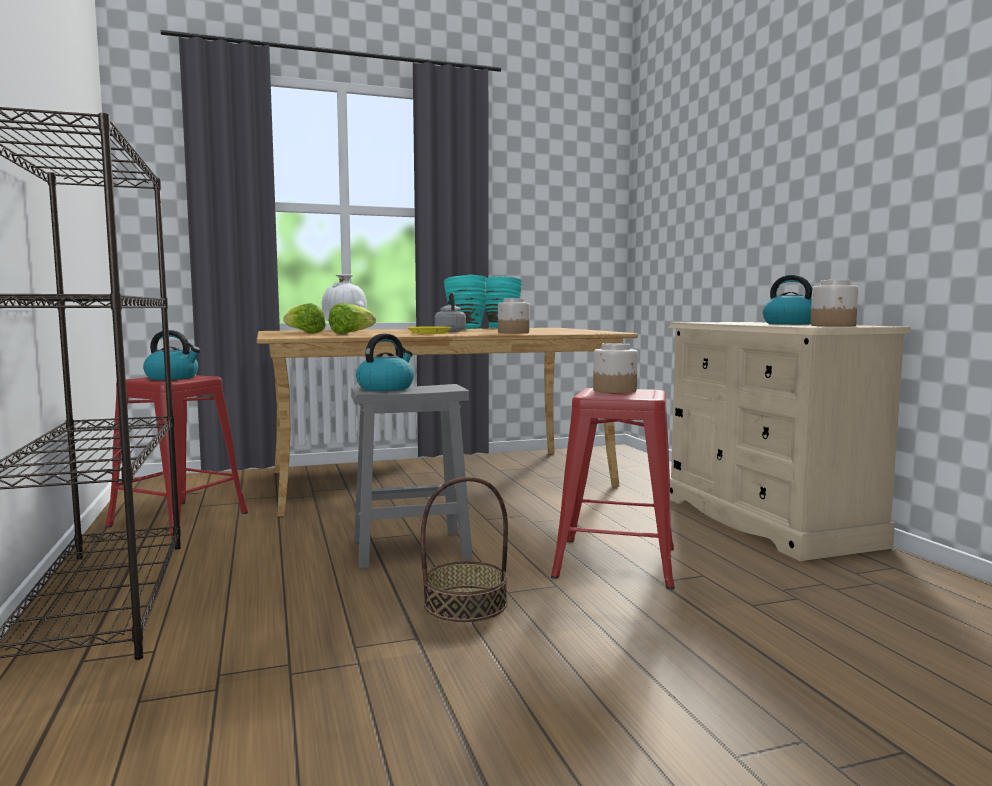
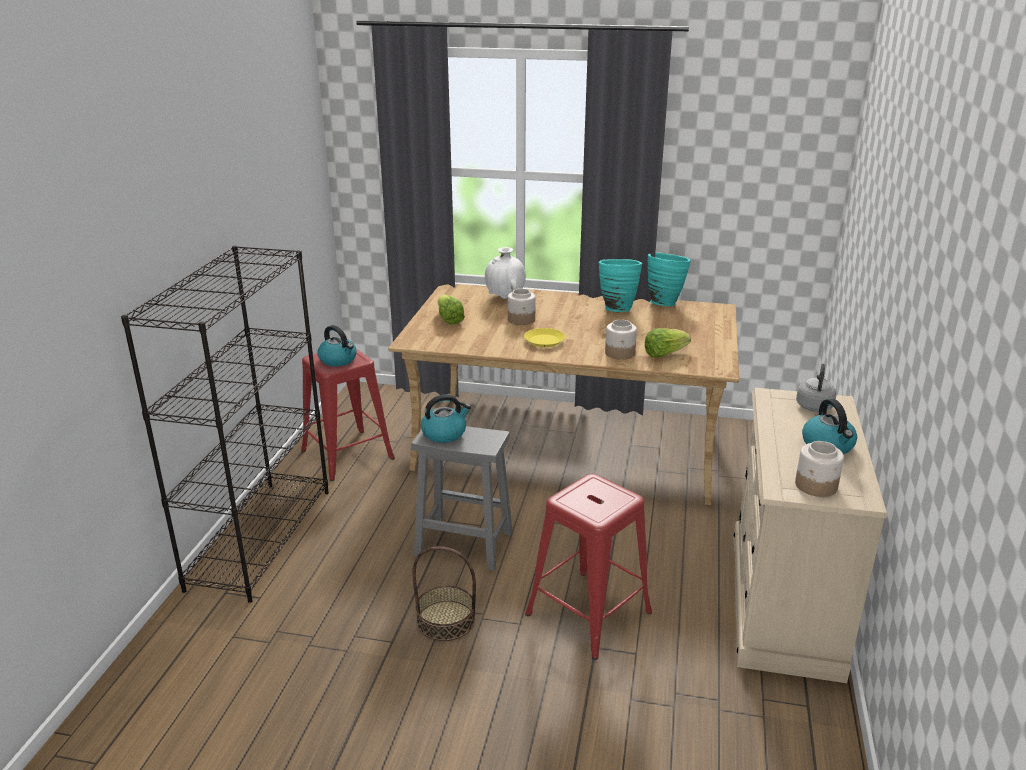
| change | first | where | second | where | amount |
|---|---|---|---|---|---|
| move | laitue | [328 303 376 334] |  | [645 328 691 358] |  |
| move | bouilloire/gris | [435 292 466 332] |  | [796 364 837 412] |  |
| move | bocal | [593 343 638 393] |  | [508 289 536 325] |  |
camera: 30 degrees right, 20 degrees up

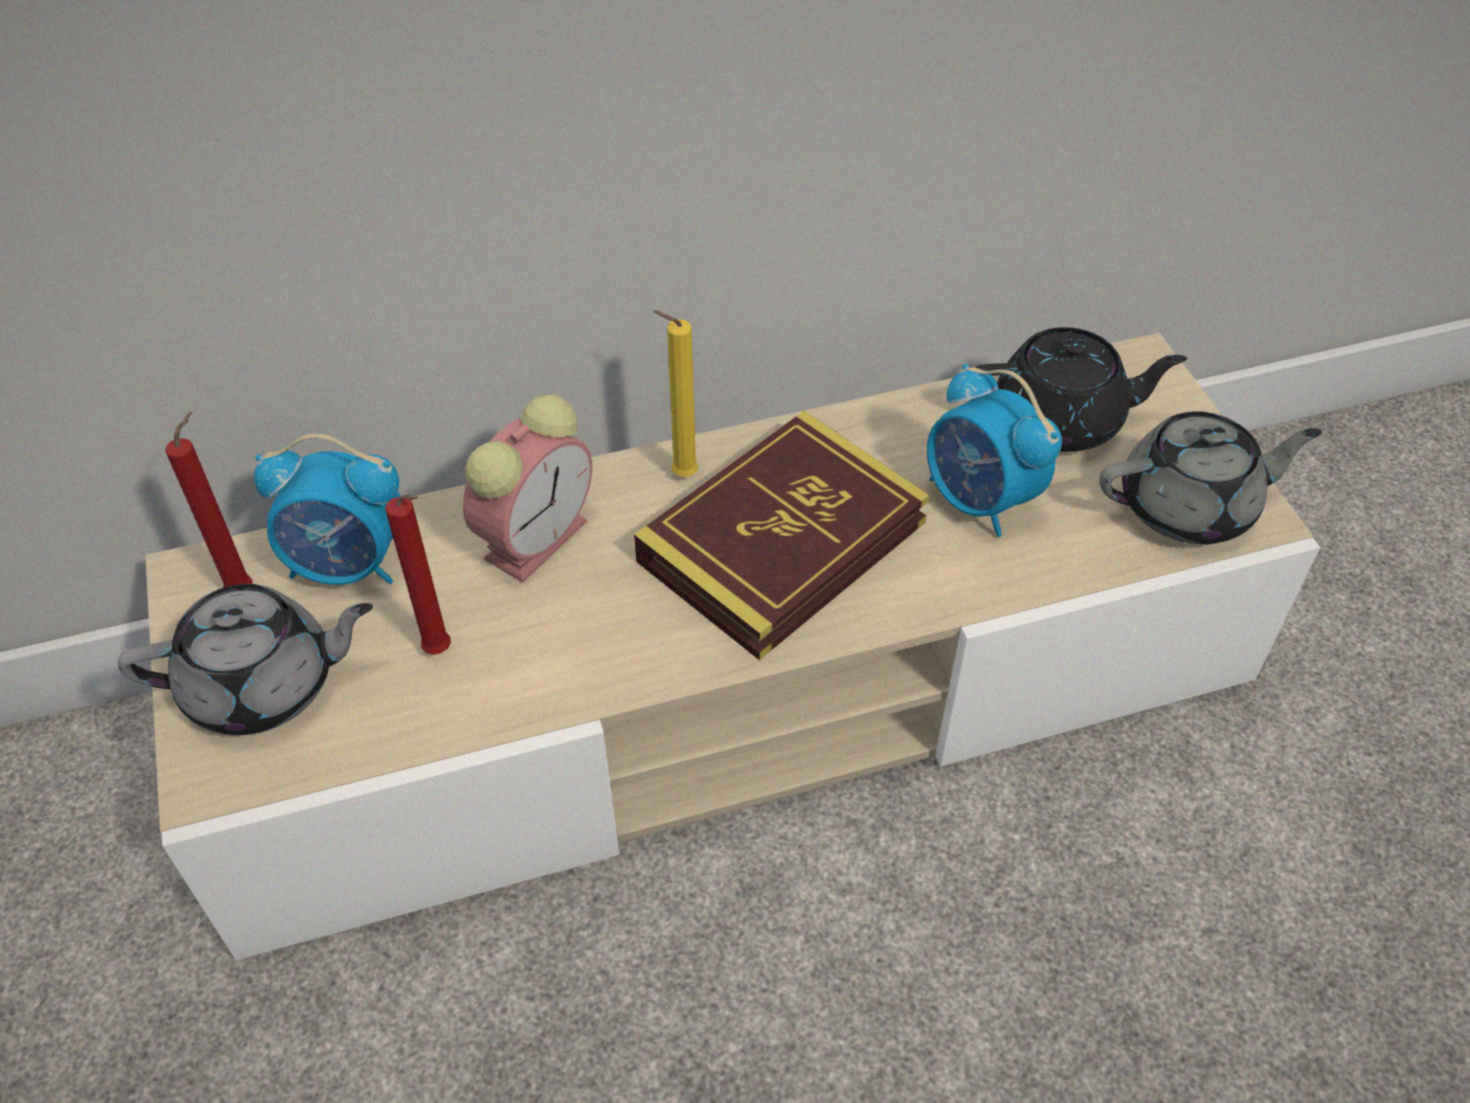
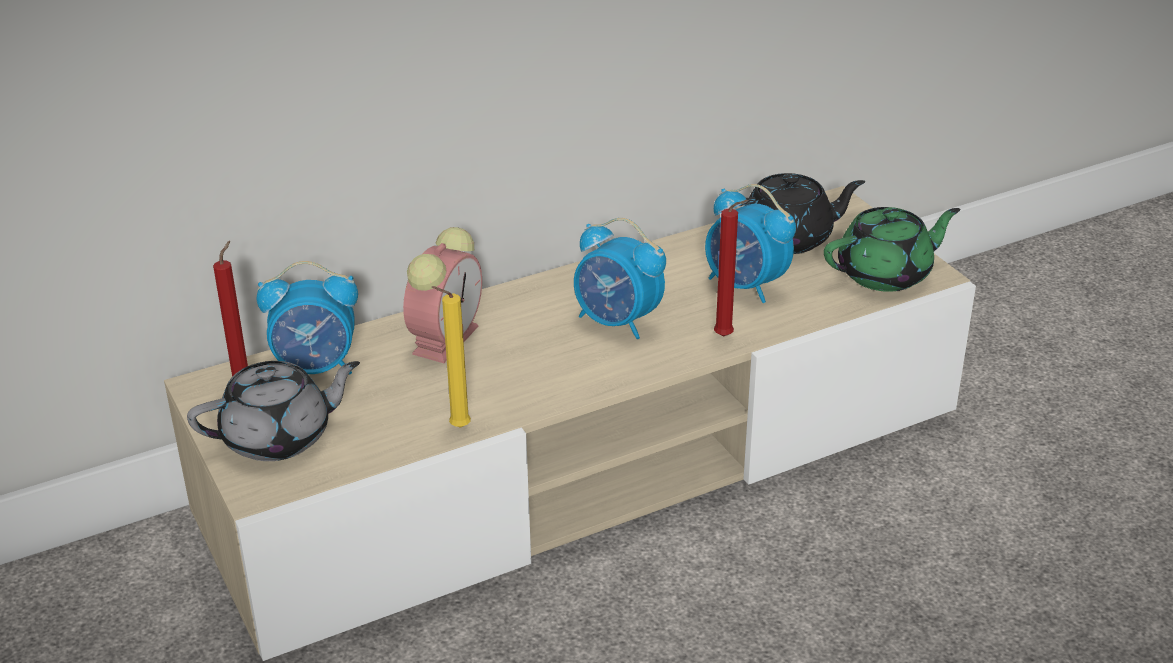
| change | first | where | second | where | amount |
|---|---|---|---|---|---|
| move | bougie/rouge | [385 494 451 655] |  | [714 200 748 337] |  |
| replace | livre | [634 411 930 660] | réveil | [574 218 666 339] |  |
| move | bougie/jaune | [653 310 698 477] |  | [432 286 471 428] |  |
| recolor | théière/gris | [1099 411 1322 544] | théière/vert | [824 207 961 292] |  |
camera: 10 degrees left, 15 degrees down

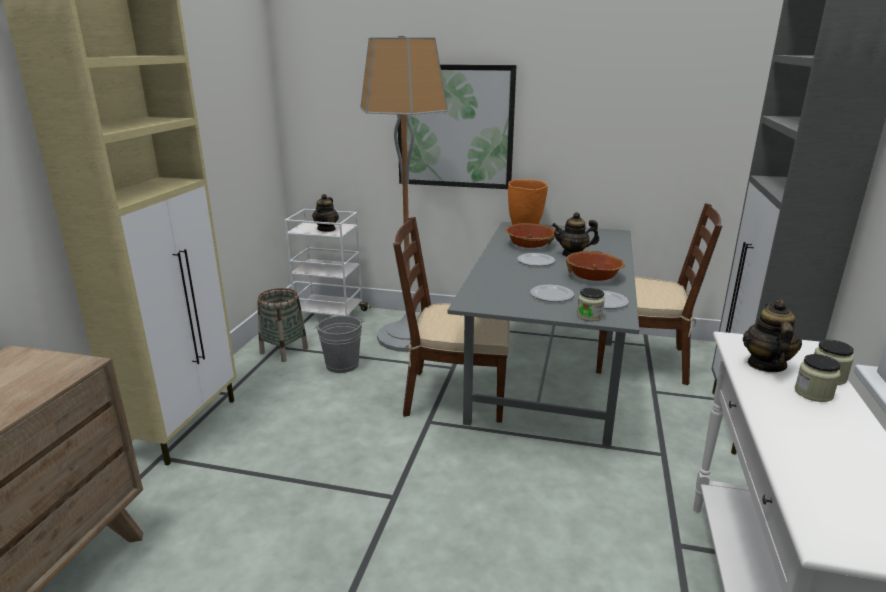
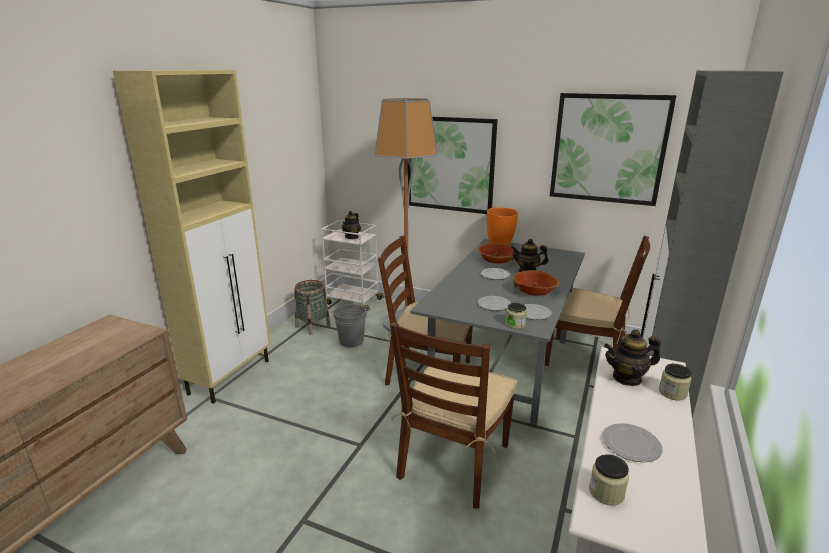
| change | first | where | second | where | amount |
|---|---|---|---|---|---|
| rotate | théière | [743 300 802 372] |  | [604 329 661 386] | 120 degrees counterclockwise |
| move | bocal | [795 354 841 402] |  | [589 454 629 505] |  |
| insert |  |  | chaise/marron | [390 322 517 509] |  |
| insert |  |  | tableau | [550 93 676 206] |  |
| insert |  |  | assiette | [603 423 663 462] |  |
camera: 10 degrees right, 0 degrees up

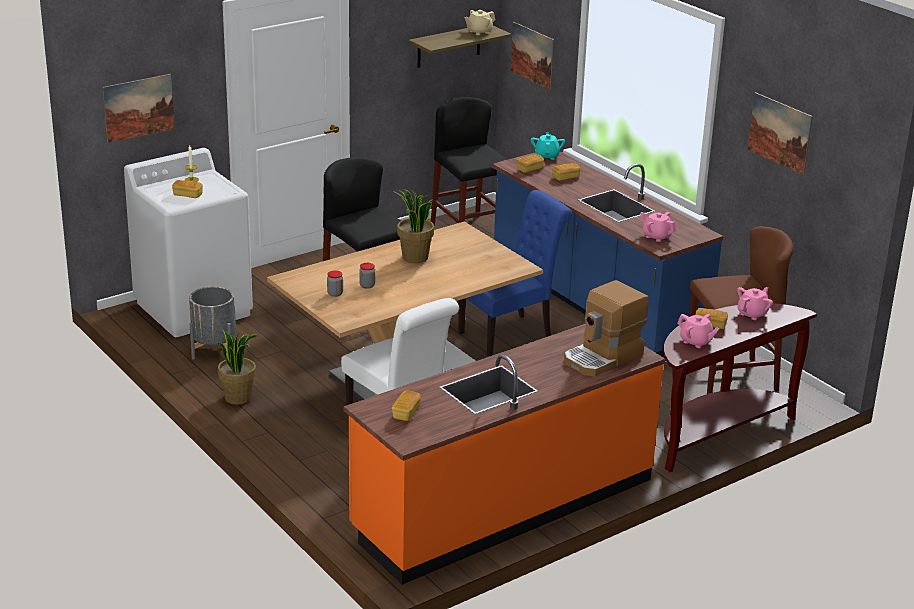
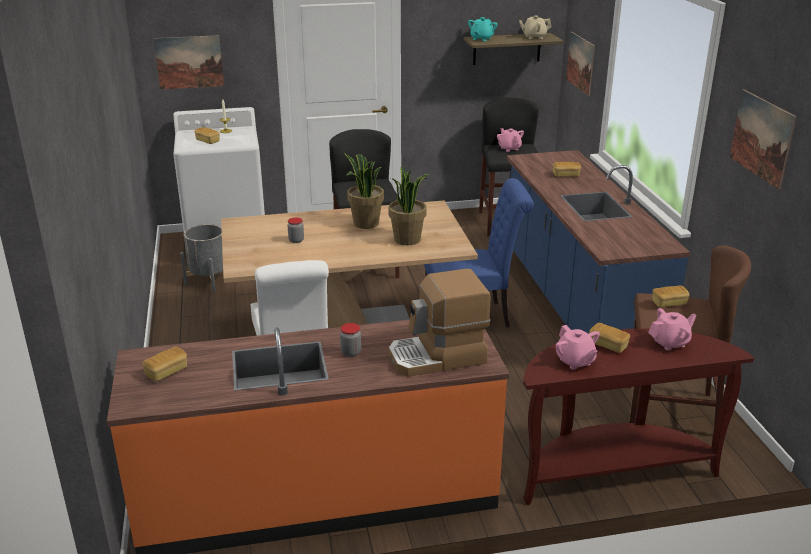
| change | first | where | second | where | amount |
|---|---|---|---|---|---|
| move | plante en pot | [218 329 259 405] |  | [388 167 429 245] |  |
| move | bocal | [327 270 343 297] |  | [340 323 361 357] |  |
| move | pain | [517 154 544 173] |  | [652 285 689 308] |  |
| move | théière/turquoise | [531 132 565 160] |  | [468 17 498 41] |  |
| move | théière/rose | [640 212 676 242] |  | [497 128 524 152] |  |
camera: 25 degrees right, 0 degrees up

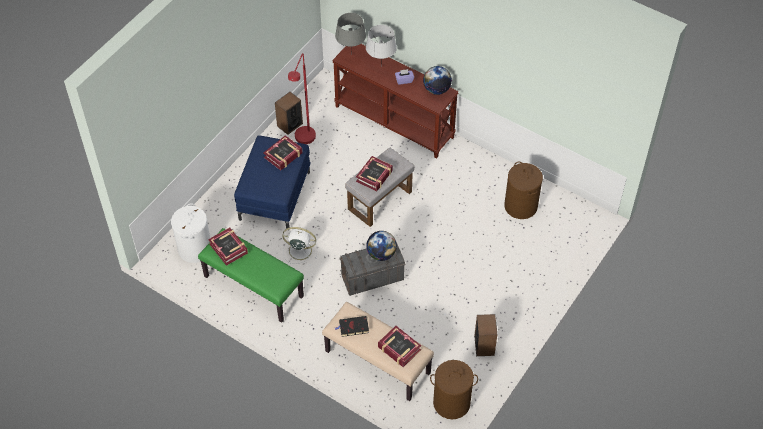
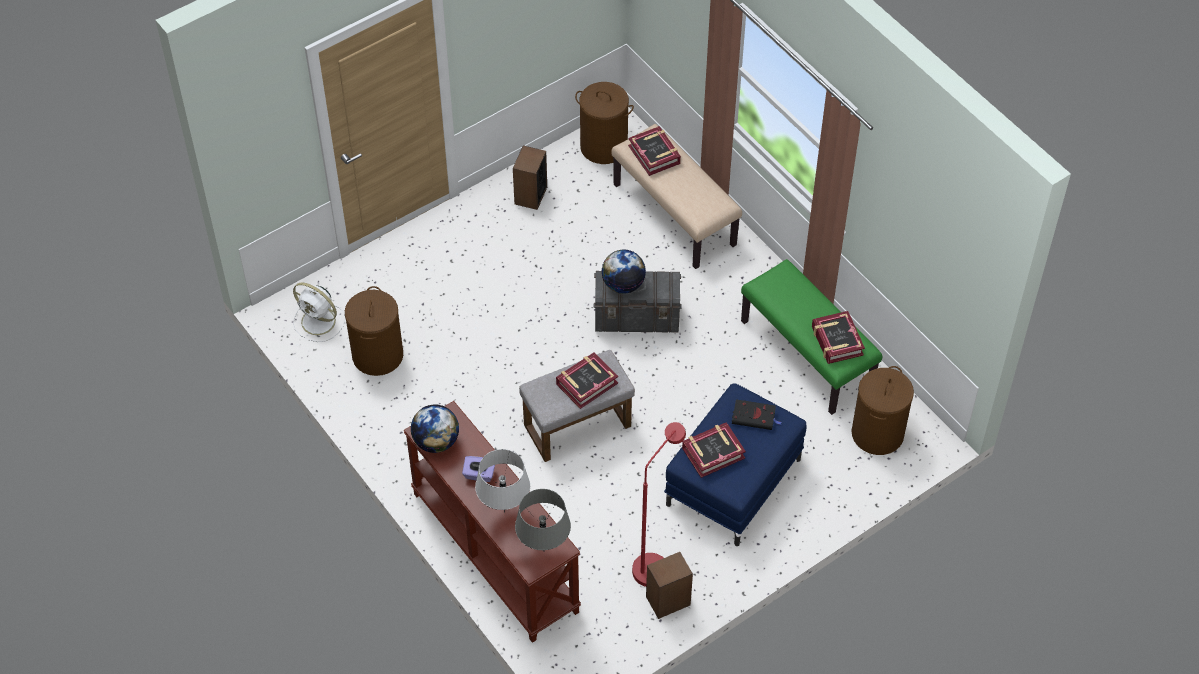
| change | first | where | second | where | amount |
|---|---|---|---|---|---|
| recolor | panier à linge/blanc | [171 203 210 263] | panier à linge/marron | [851 366 914 455] |  |
| move | ventilateur/blanc | [282 227 317 264] |  | [293 283 345 342] |  |
| move | livre/noir | [335 316 369 337] |  | [732 399 781 430] |  |
camera: 160 degrees left, 0 degrees up

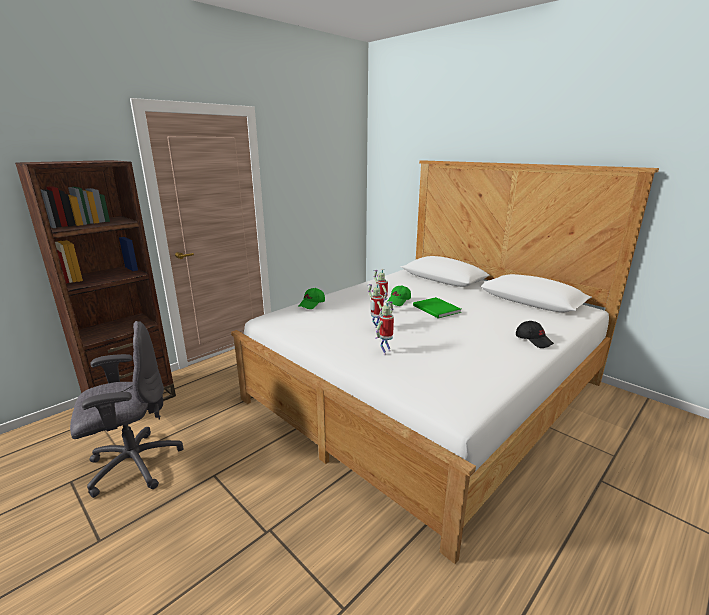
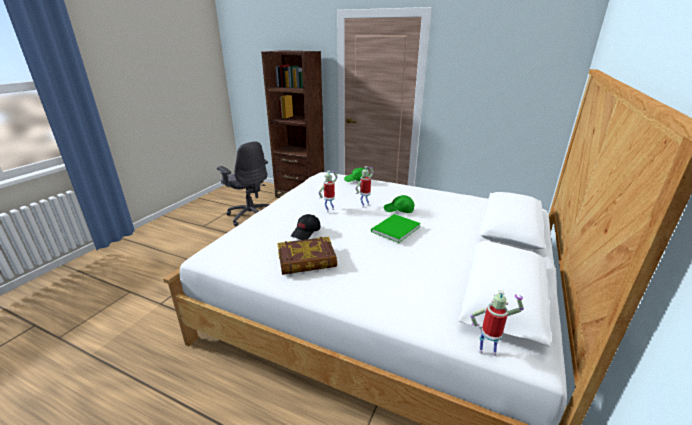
| change | first | where | second | where | amount |
|---|---|---|---|---|---|
| move | robot jouet | [375 301 394 355] |  | [470 290 524 356] |  |
| move | casquette/noir | [516 321 554 348] |  | [291 214 321 240] |  |
| insert |  |  | livre | [277 236 337 275] |  |
camera: 70 degrees right, 5 degrees up

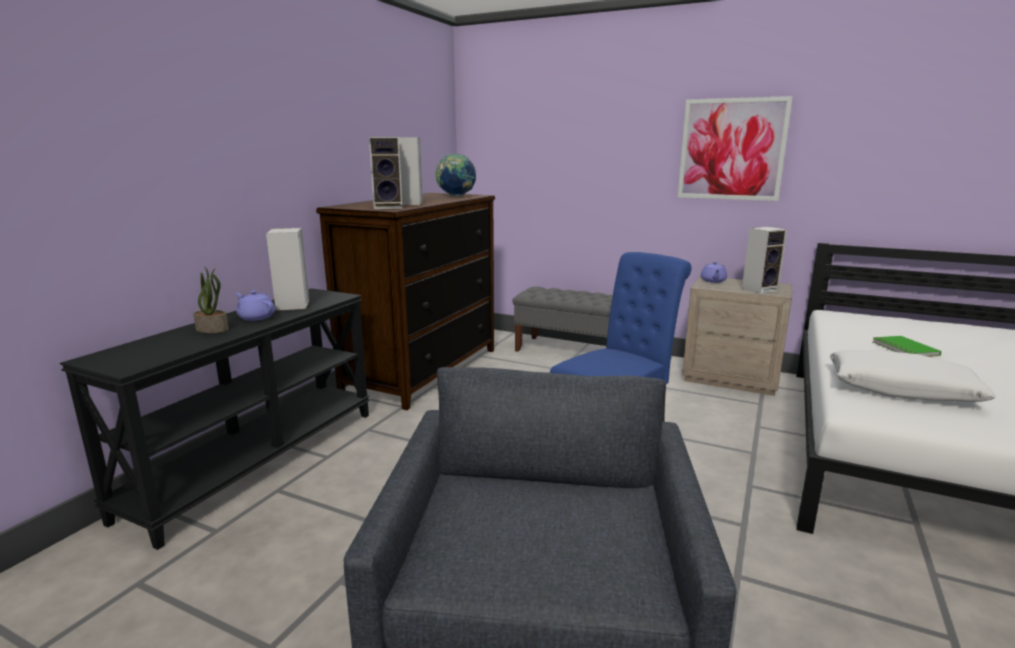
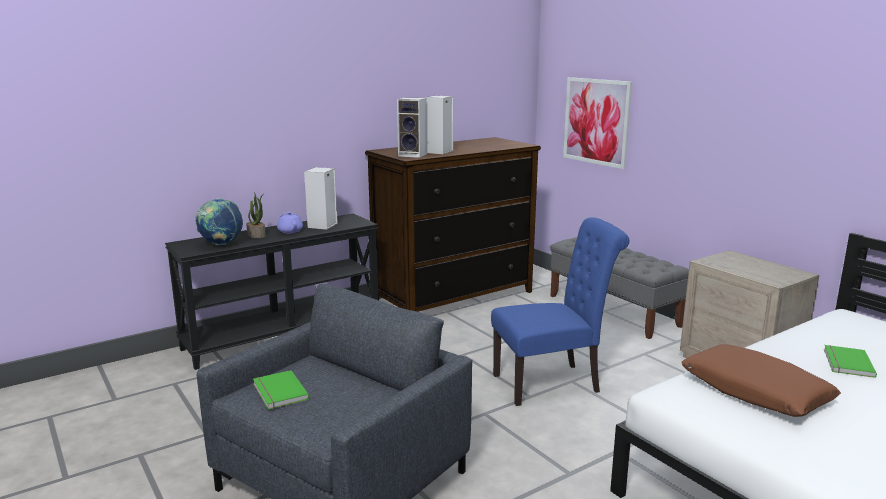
| change | first | where | second | where | amount |
|---|---|---|---|---|---|
| move | globe | [435 153 476 197] |  | [195 198 243 245] |  |
| move | tableau | [678 96 793 201] |  | [563 77 632 169] |  |
| delete | théière/violet | [701 262 727 283] |  |  |  |
| delete | enceinte | [742 227 787 294] |  |  |  |
| recolor | coussin/blanc | [830 350 996 402] | coussin/marron | [682 344 841 417] |  |
| insert |  |  | livre/vert | [253 370 309 410] |  |
camera: 30 degrees right, 0 degrees up

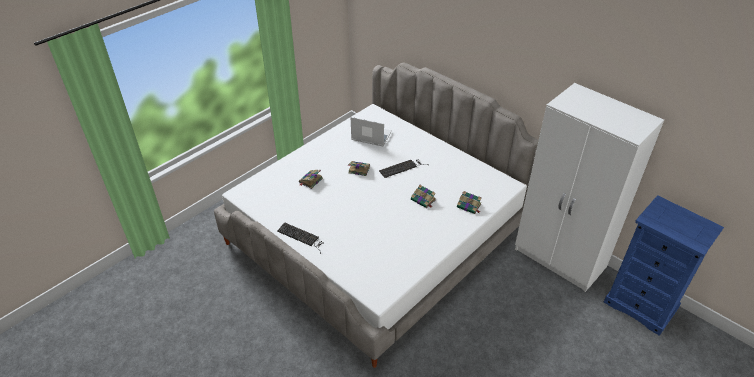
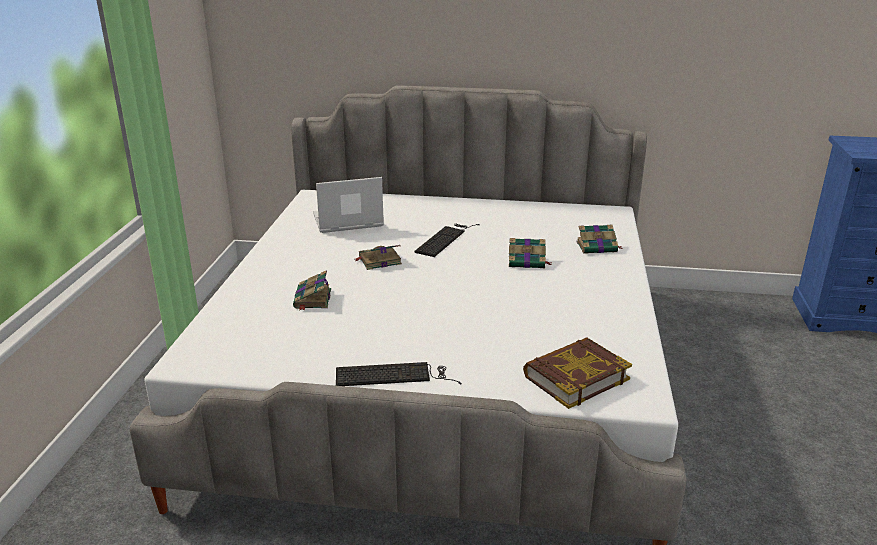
| change | first | where | second | where | amount |
|---|---|---|---|---|---|
| delete | armoire/blanc | [515 83 664 292] |  |  |  |
| insert |  |  | livre | [523 337 632 409] |  |
camera: 35 degrees left, 15 degrees down

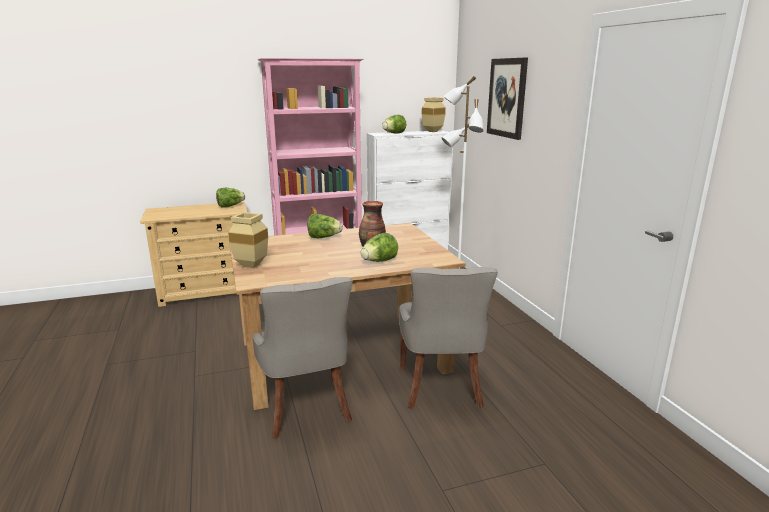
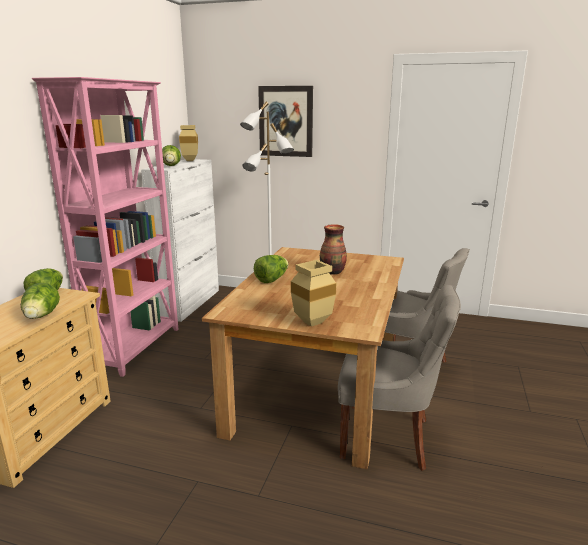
| change | first | where | second | where | amount |
|---|---|---|---|---|---|
| move | laitue | [361 233 398 262] |  | [21 283 60 319] |  |
camera: 55 degrees left, 0 degrees up

